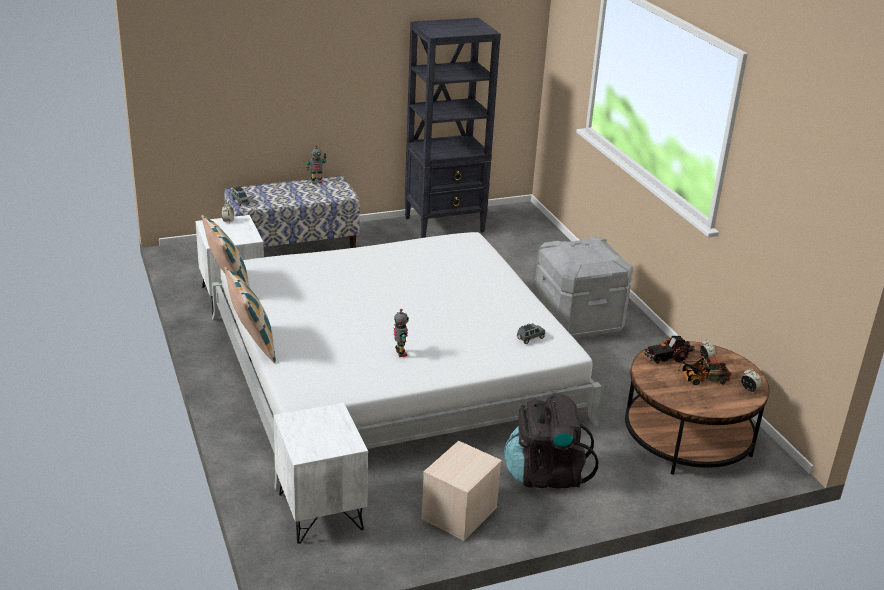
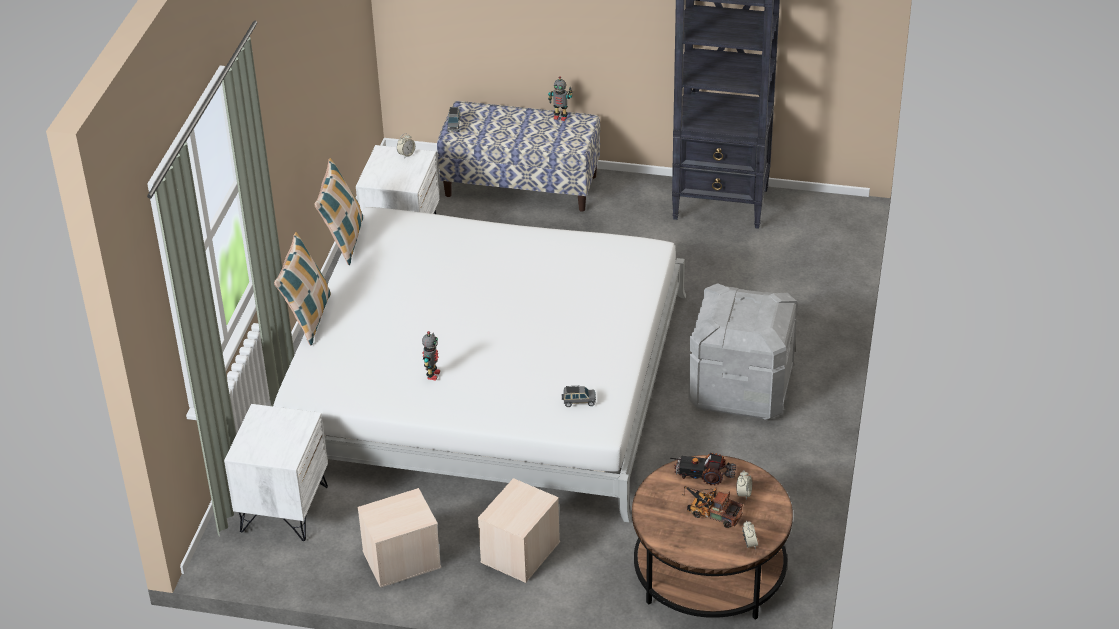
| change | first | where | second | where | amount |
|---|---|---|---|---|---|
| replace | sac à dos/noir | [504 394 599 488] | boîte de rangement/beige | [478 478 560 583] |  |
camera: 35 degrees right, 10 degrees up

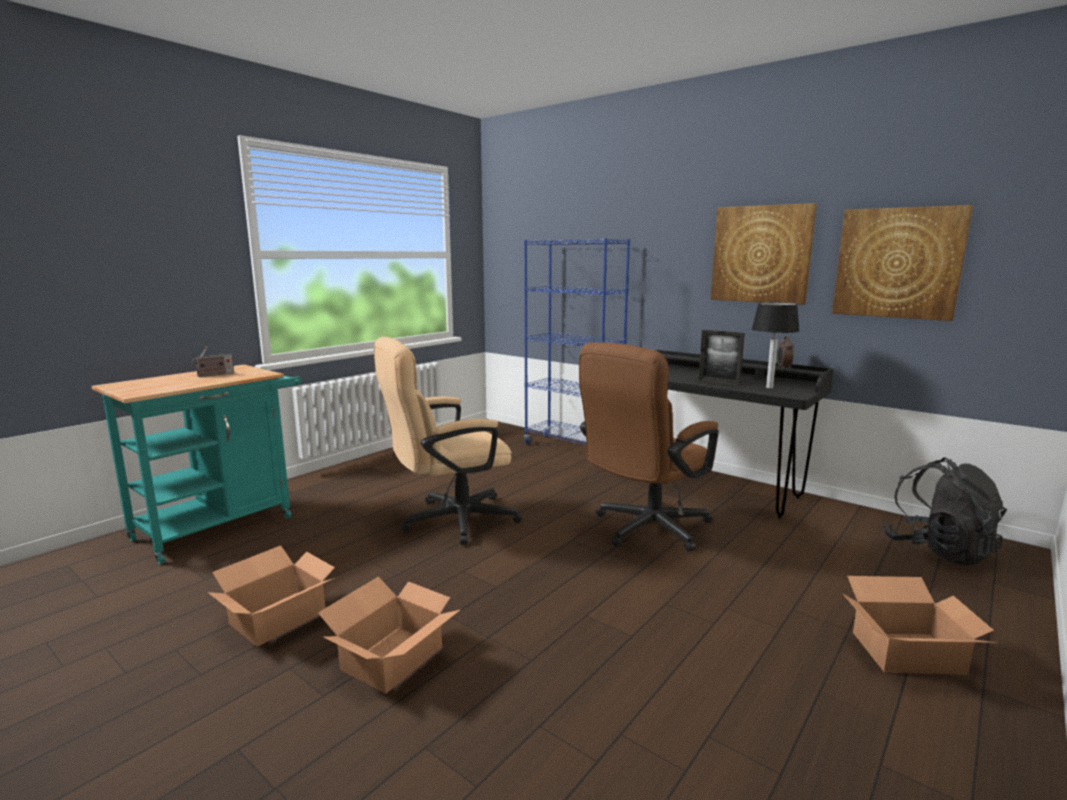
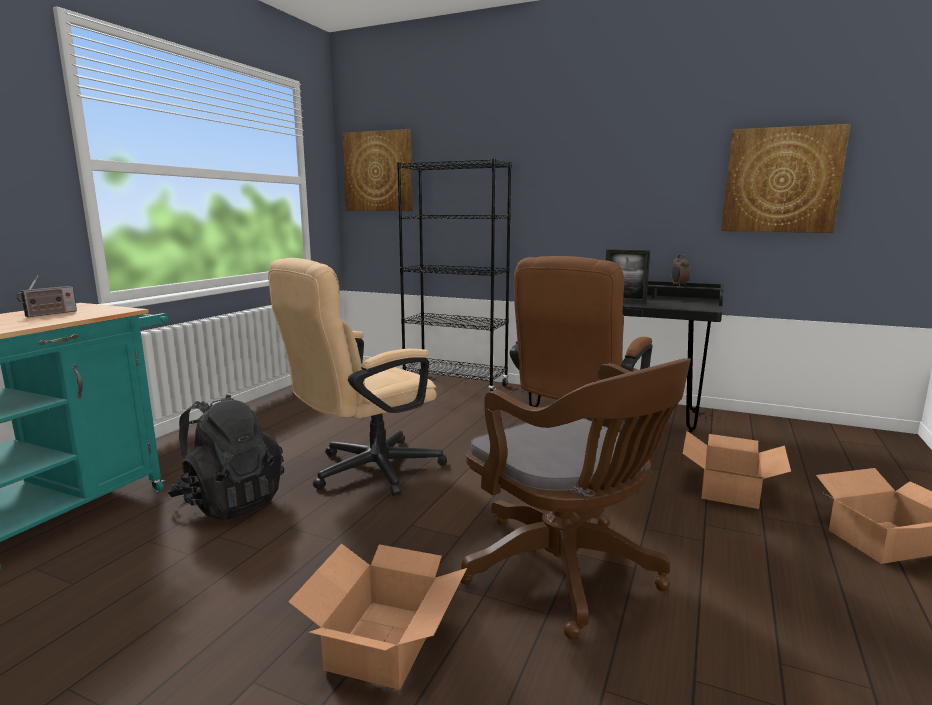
| change | first | where | second | where | amount |
|---|---|---|---|---|---|
| move | carton | [208 546 335 647] |  | [682 431 791 509] |  |
| recolor | bibliothèque/bleu | [524 238 630 445] | bibliothèque/noir | [397 158 512 391] |  |
| move | tableau | [710 203 817 305] |  | [342 129 412 211] |  |
| delete | lampe de table | [752 302 800 388] |  |  |  |
| move | sac à dos/noir | [882 457 1007 566] |  | [168 395 284 520] |  |
| insert |  |  | chaise de bureau/marron | [461 358 691 640] |  |
camera: 15 degrees left, 0 degrees up

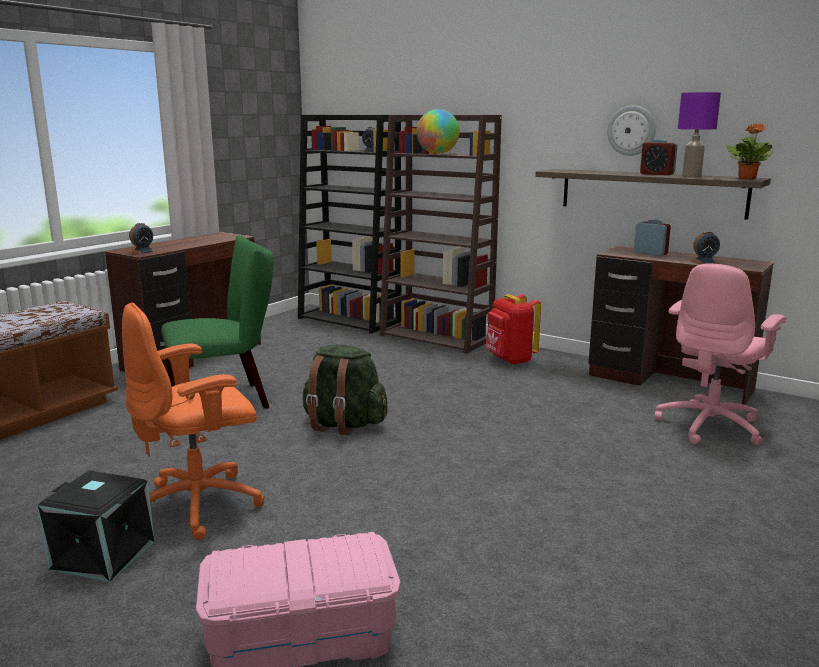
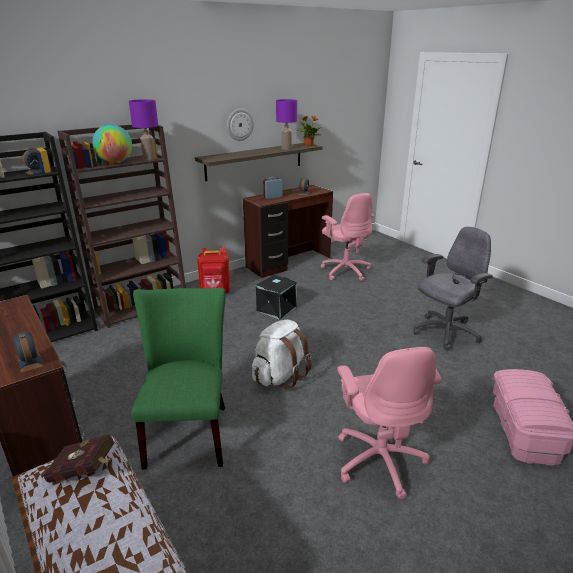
| change | first | where | second | where | amount |
|---|---|---|---|---|---|
| move | boîte de rangement/noir | [38 470 155 582] |  | [256 275 297 320] |  |
| recolor | chaise de bureau/orange | [122 302 265 540] | chaise de bureau/rose | [337 347 442 499] |  |
| recolor | sac à dos/vert | [303 345 388 435] | sac à dos/blanc | [252 320 311 390] |  |
| delete | réveil | [640 139 678 175] |  |  |  |
| insert |  |  | livre/rouge | [43 434 115 483] |  |
| insert |  |  | lampe de table/violet | [129 99 158 160] |  |
| insert |  |  | chaise de bureau/gris | [414 227 493 351] |  |
camera: 70 degrees left, 10 degrees up

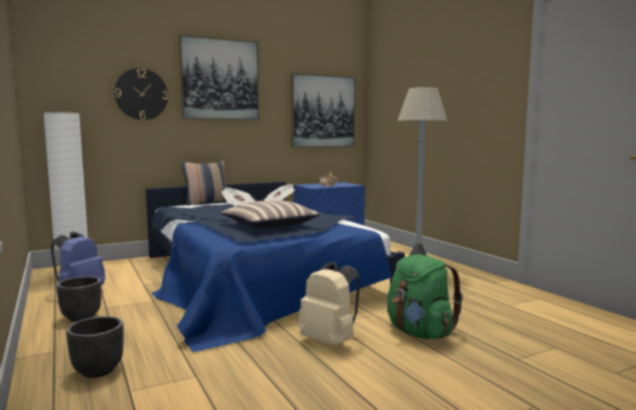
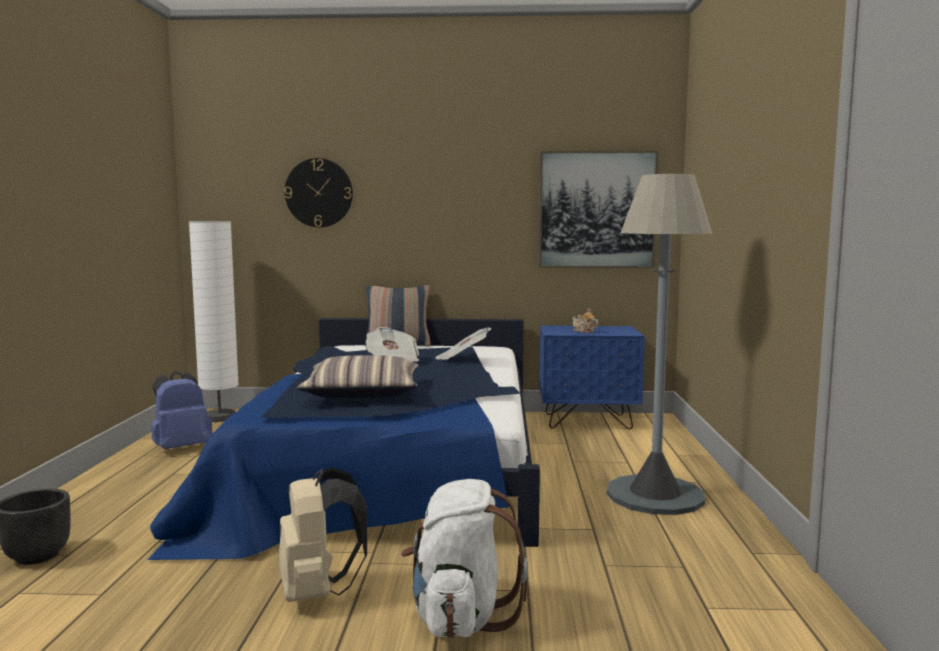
| change | first | where | second | where | amount |
|---|---|---|---|---|---|
| delete | cache-pot/noir | [56 276 102 322] |  |  |  |
| delete | tableau | [179 34 260 120] |  |  |  |
| recolor | sac à dos/vert | [387 254 463 339] | sac à dos/blanc | [401 479 528 638] |  |
camera: 30 degrees right, 0 degrees up

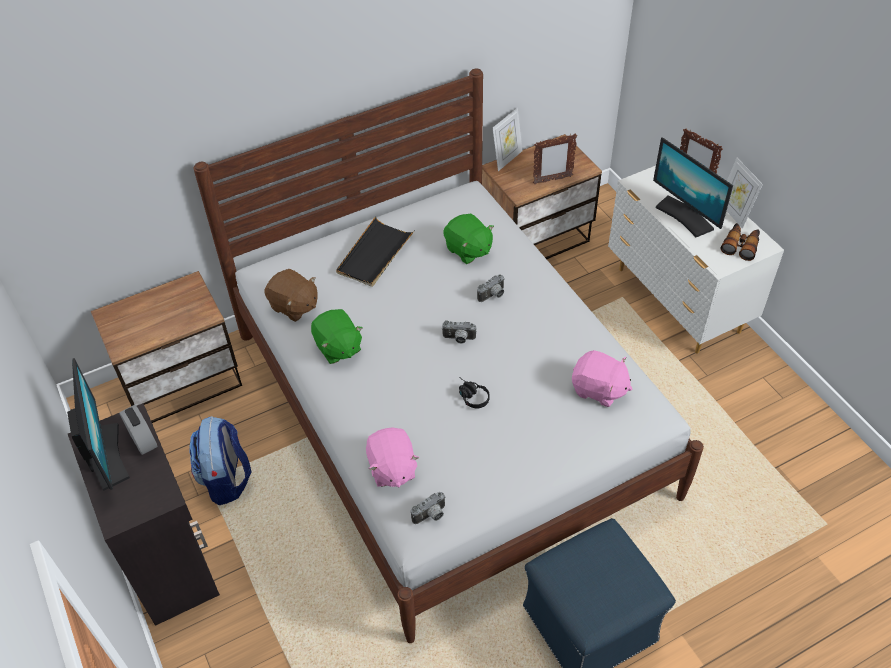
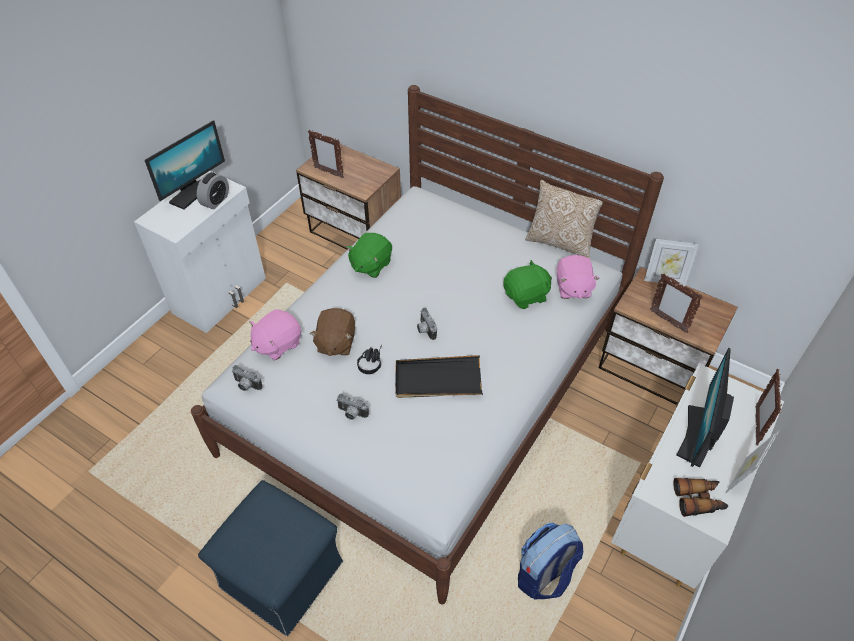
| change | first | where | second | where | amount |
|---|---|---|---|---|---|
| recolor | meuble de rangement/noir | [68 403 220 626] | meuble de rangement/blanc | [134 171 266 333] |  |
| move | sac à dos | [189 416 251 505] |  | [518 522 583 599] |  |
| move | peluche/marron | [264 269 317 322] |  | [310 308 355 356] |  |
| move | plateau/noir | [336 216 415 287] |  | [395 355 483 398] |  |
| rotate | peluche/vert | [443 214 494 264] |  | [503 260 552 309] | 135 degrees counterclockwise |
| move | appareil photo | [477 274 505 302] |  | [336 393 369 420] |  |
| move | peluche/rose | [572 350 632 407] |  | [557 255 600 299] |  |
| insert |  |  | cadre photo | [308 130 344 178] |  |
| insert |  |  | coussin | [525 180 607 259] |  |
camera: 60 degrees right, 0 degrees up

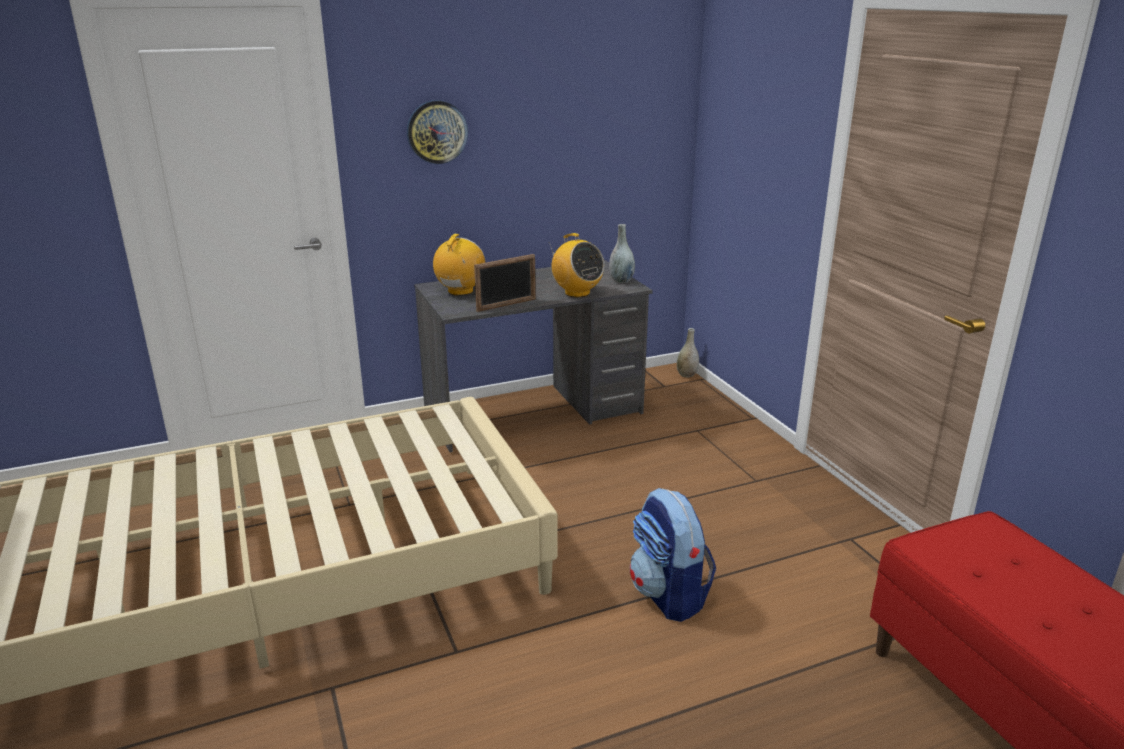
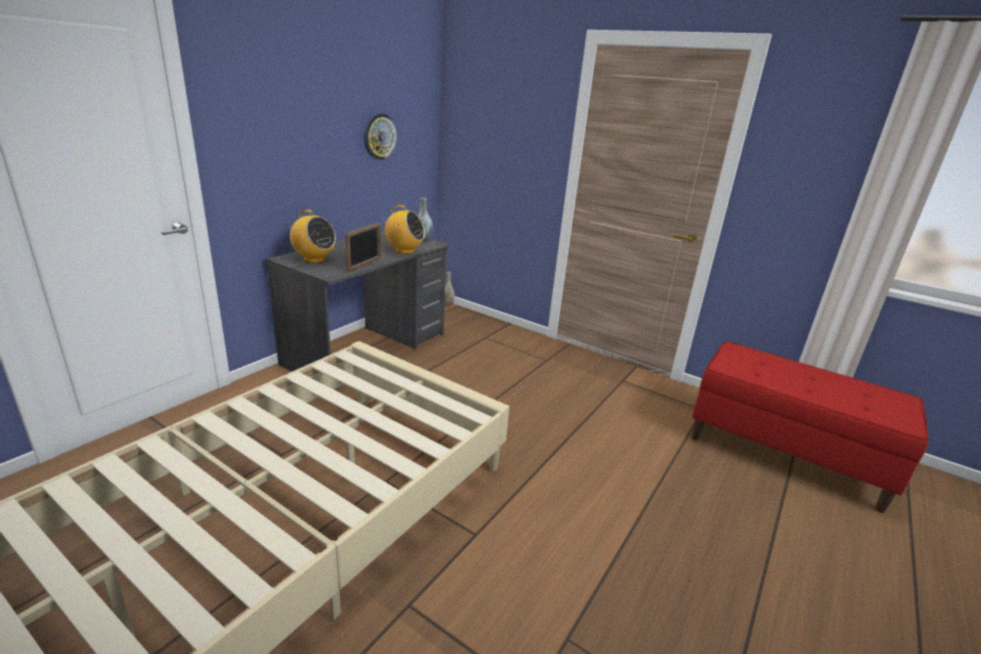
| change | first | where | second | where | amount |
|---|---|---|---|---|---|
| move | horloge murale | [407 100 468 164] |  | [364 114 398 160] |  |
| rotate | radio | [433 234 485 296] |  | [288 210 336 263] | 135 degrees clockwise |
| delete | sac à dos | [630 488 716 622] |  |  |  |
camera: 35 degrees left, 0 degrees up

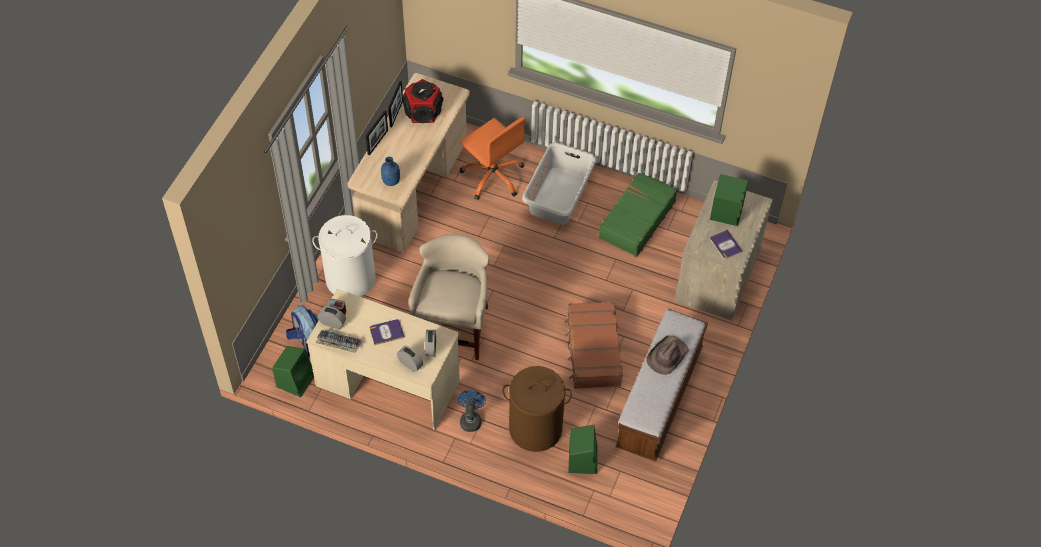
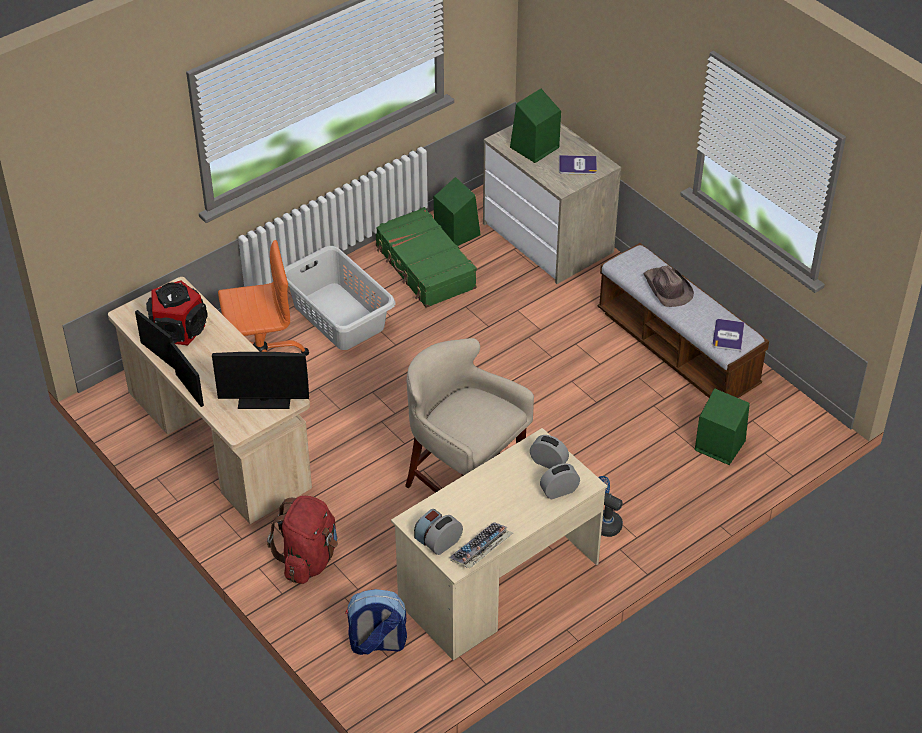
| change | first | where | second | where | amount |
|---|---|---|---|---|---|
| move | enceinte/vert | [272 346 314 397] |  | [434 177 481 246] |  |
| replace | panier à linge/blanc | [312 215 378 297] | sac à dos/rouge | [267 496 338 584] |  |
| move | livre | [369 319 405 345] |  | [713 319 745 351] |  |
| replace | bouteille/bleu | [381 157 400 186] | écran d'ordinateur | [212 352 309 409] |  |
| delete | panier à linge/marron | [503 366 572 452] |  |  |  |
| delete | valise/marron | [564 301 623 389] |  |  |  |
camera: 60 degrees left, 10 degrees down

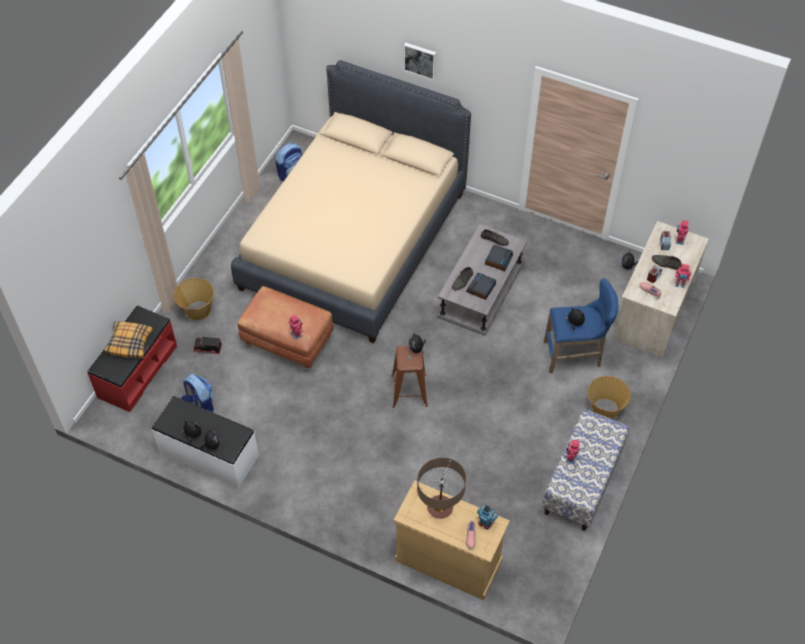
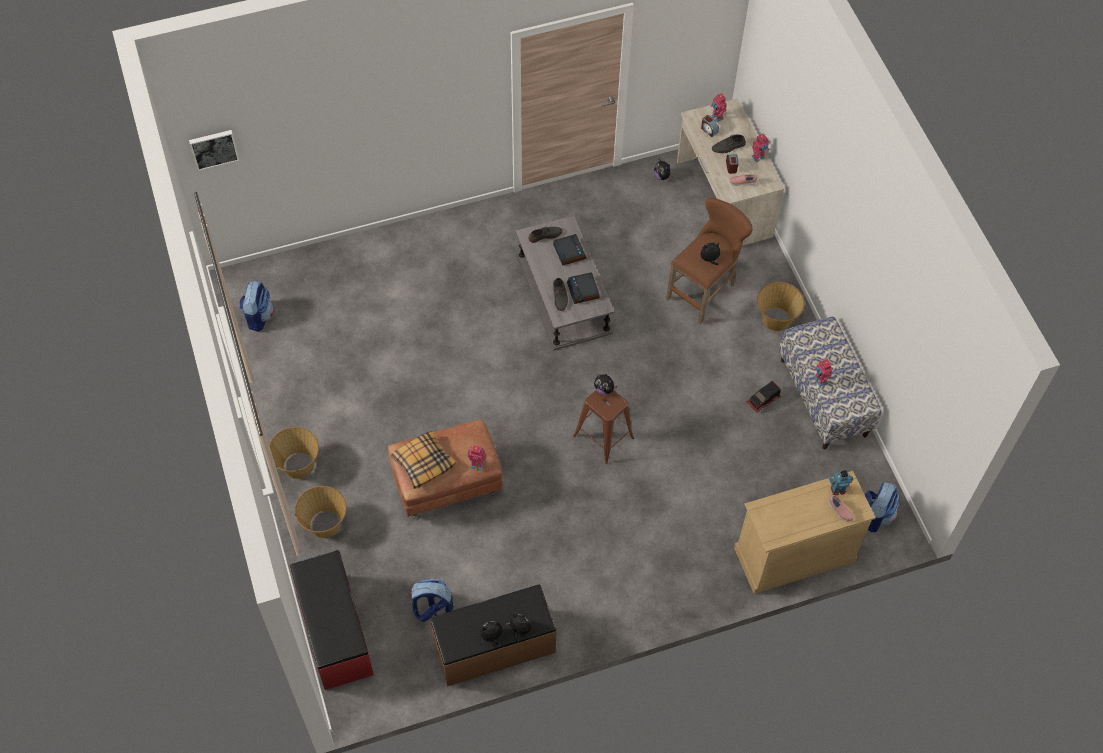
| change | first | where | second | where | amount |
|---|---|---|---|---|---|
| move | coussin | [104 321 153 358] |  | [391 431 456 489] |  |
| recolor | banc/blanc | [152 396 259 488] | banc/marron | [430 585 557 687] |  |
| move | camion jouet | [193 337 222 354] |  | [746 381 781 413] |  |
| delete | lit/beige | [231 60 471 343] |  |  |  |
| move | tableau | [404 43 436 80] |  | [189 130 239 171] |  |
| delete | lampe de table | [417 458 466 519] |  |  |  |
| recolor | tabouret/bleu | [544 279 618 373] | tabouret/marron | [666 198 753 324] |  |
| insert |  |  | panier | [269 427 319 479] |  |
| insert |  |  | sac à dos | [864 482 899 532] |  |
camera: 45 degrees left, 5 degrees up

